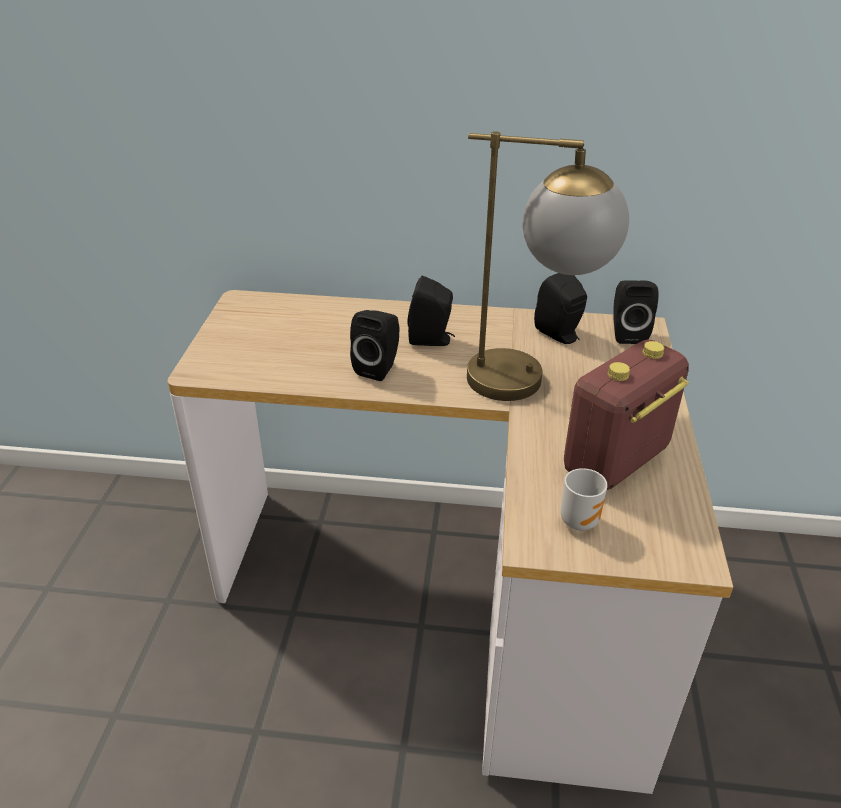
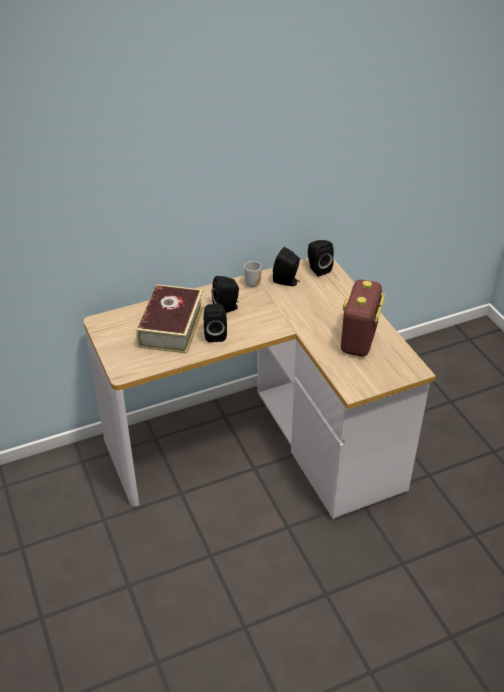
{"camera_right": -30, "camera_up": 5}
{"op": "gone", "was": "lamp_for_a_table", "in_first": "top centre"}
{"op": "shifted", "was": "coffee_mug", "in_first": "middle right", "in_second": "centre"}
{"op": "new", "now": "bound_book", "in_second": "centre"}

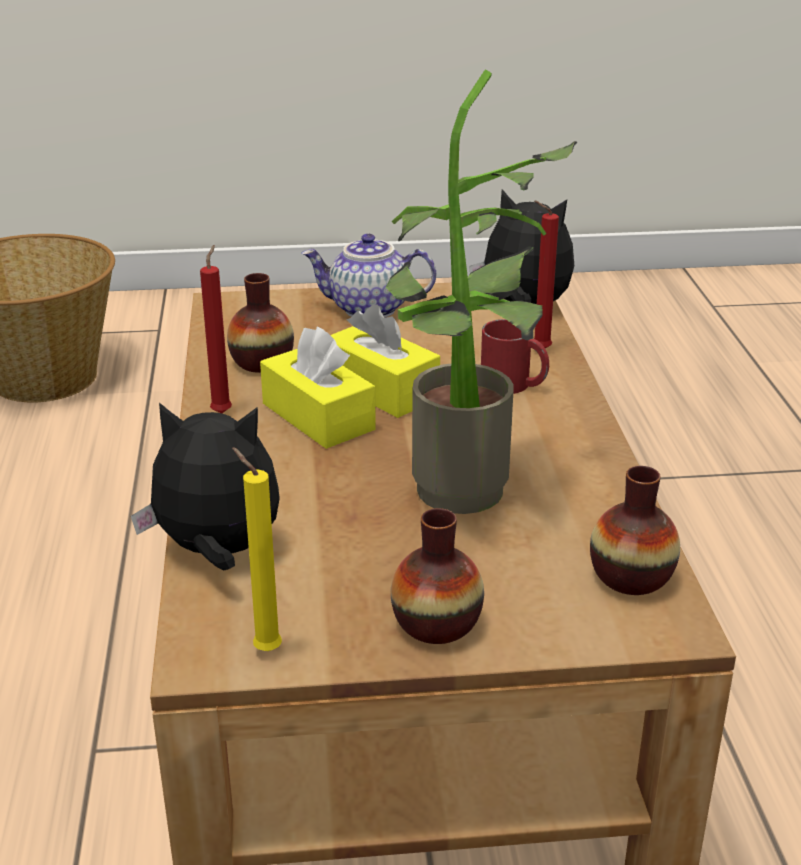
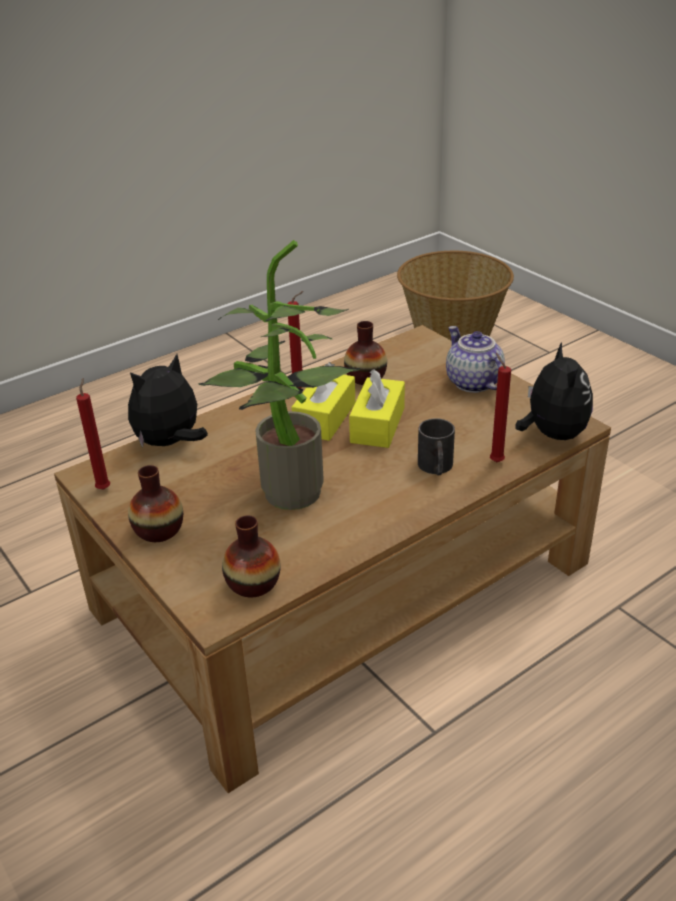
{"camera_right": 60, "camera_up": 5}
{"op": "rotated", "was": "plush_toy (no. 1 from left)", "in_first": "middle left", "in_second": "middle left", "clockwise": -105}
{"op": "repainted", "was": "yellow-coloured_wax_candle", "now": "red-coloured_wax_candle (no. 1 from left)", "in_first": "middle left", "in_second": "middle left"}
{"op": "repainted", "was": "red-coloured_coffee_mug", "now": "black_coffee_mug", "in_first": "centre", "in_second": "centre"}

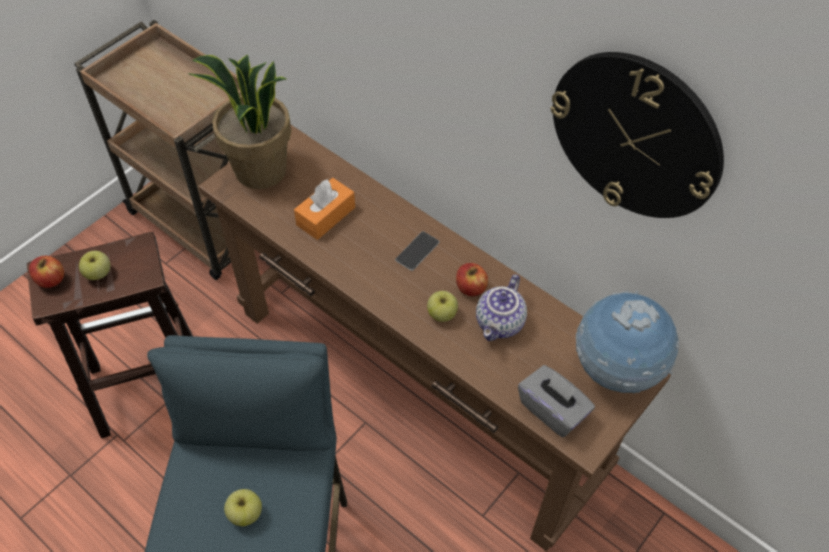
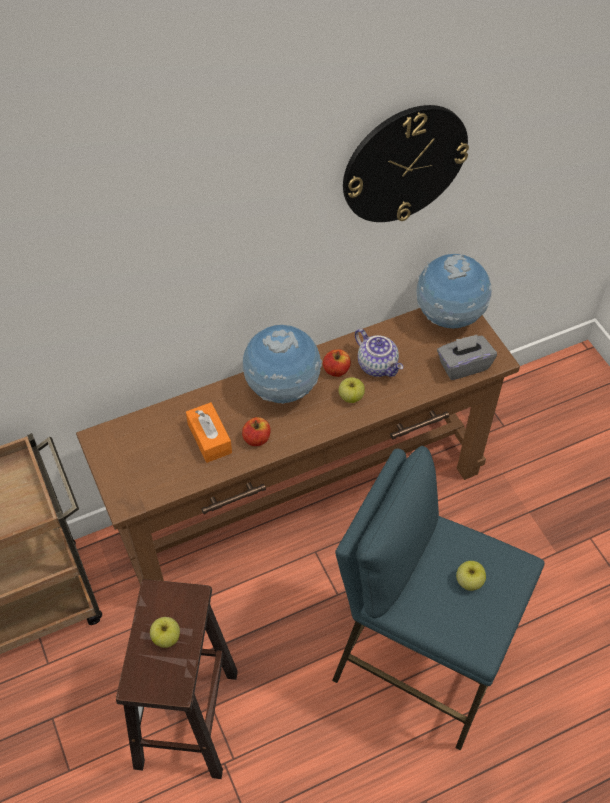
{"camera_right": -65, "camera_up": 0}
{"op": "shifted", "was": "apple (no. 1 from left in the first image)", "now": "apple (no. 2 from left)", "in_first": "middle left", "in_second": "centre"}
{"op": "gone", "was": "plant_in_a_pot", "in_first": "top left"}
{"op": "swapped", "was": "telephone", "now": "desk_globe (no. 1 from left)", "in_first": "centre", "in_second": "centre"}

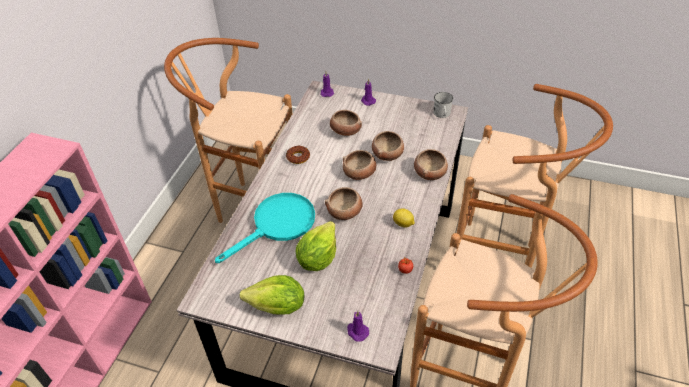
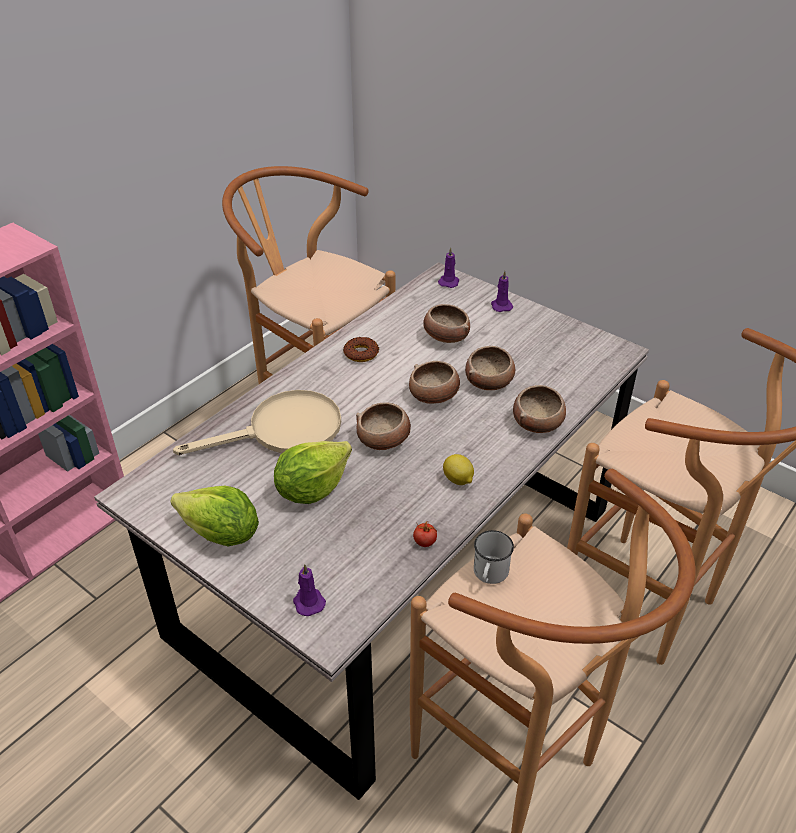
{"camera_right": 20, "camera_up": -5}
{"op": "repainted", "was": "blue-green_frying_pan", "now": "beige-coloured_frying_pan", "in_first": "centre", "in_second": "middle left"}
{"op": "shifted", "was": "whitish_coffee_mug", "in_first": "top centre", "in_second": "bottom centre"}

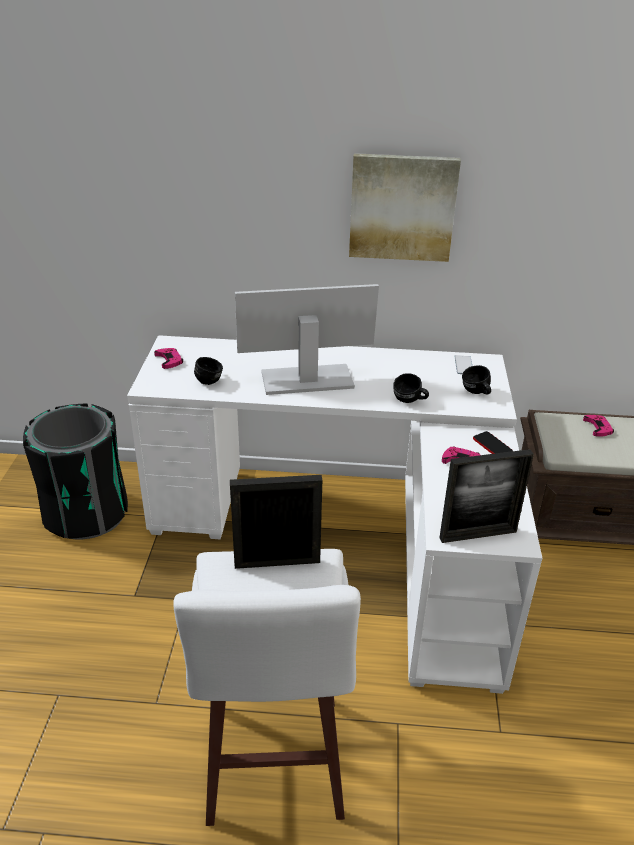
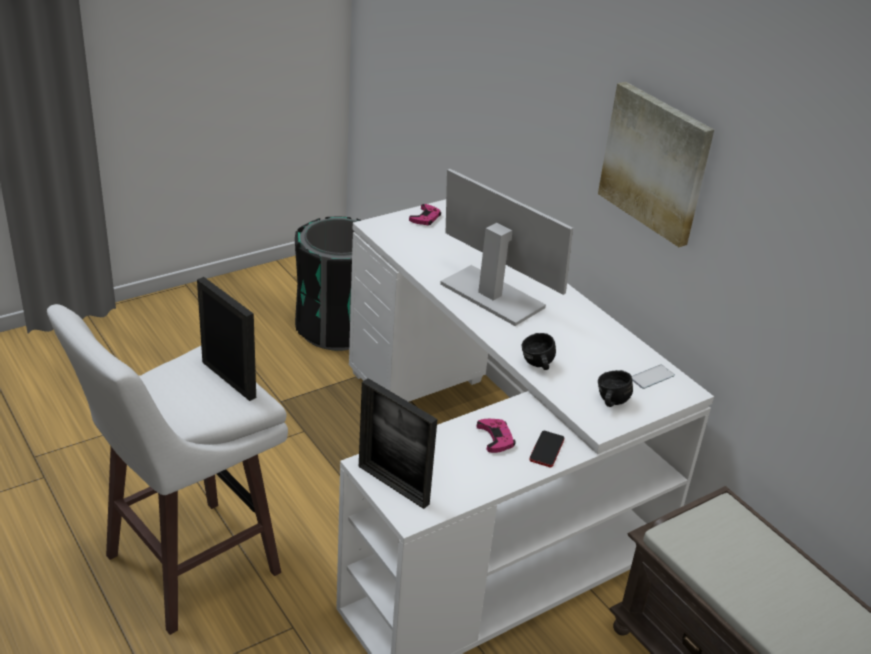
{"camera_right": 50, "camera_up": 0}
{"op": "gone", "was": "black_coffee_mug (no. 1 from left)", "in_first": "middle left"}
{"op": "gone", "was": "pink_joypad (no. 3 from left)", "in_first": "middle right"}

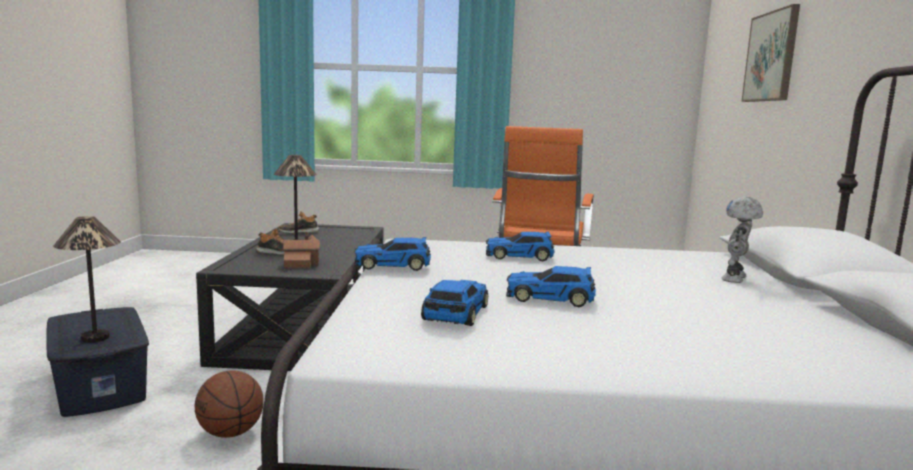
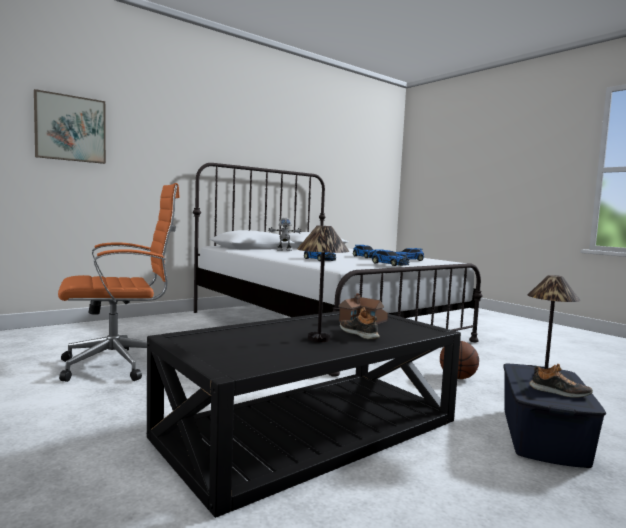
{"camera_right": -130, "camera_up": -5}
{"op": "shifted", "was": "shoe (no. 2 from left)", "in_first": "middle left", "in_second": "bottom right"}

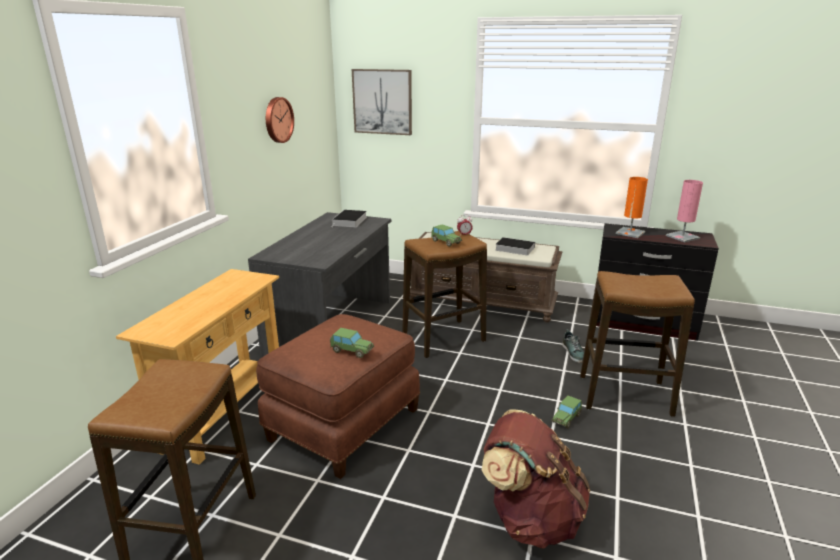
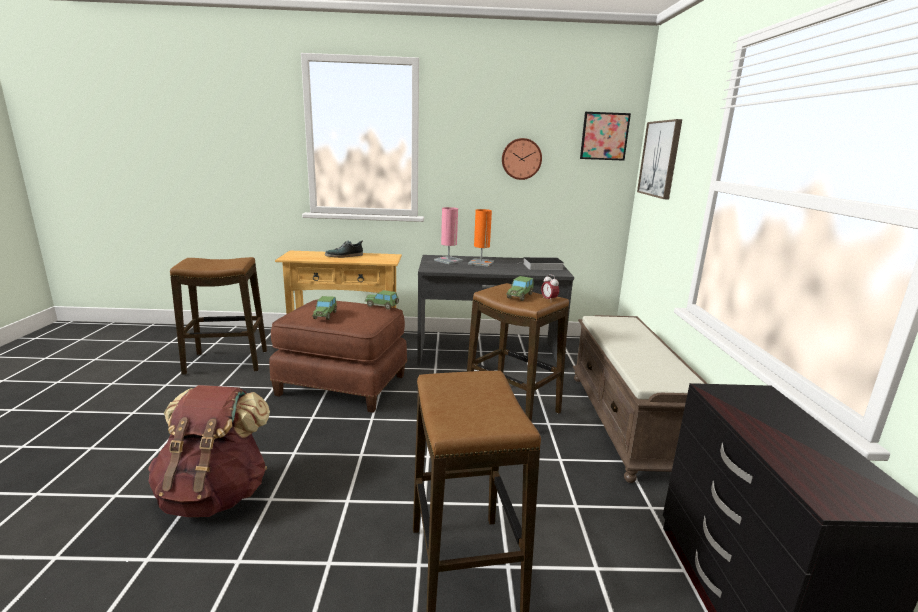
{"camera_right": 70, "camera_up": -5}
{"op": "gone", "was": "bound_book (no. 2 from left)", "in_first": "centre"}
{"op": "shifted", "was": "toy_car (no. 3 from left in the first image)", "now": "toy_car (no. 2 from left)", "in_first": "bottom right", "in_second": "centre"}
{"op": "shifted", "was": "shoe", "in_first": "middle right", "in_second": "centre"}
{"op": "shifted", "was": "orange-coloured_lamp_for_a_table", "in_first": "middle right", "in_second": "centre"}
{"op": "shifted", "was": "pink_lamp_for_a_table", "in_first": "middle right", "in_second": "centre"}
{"op": "new", "now": "picture (no. 1 from left)", "in_second": "top centre"}

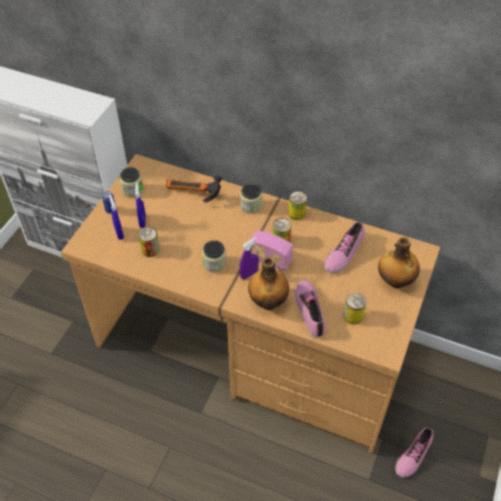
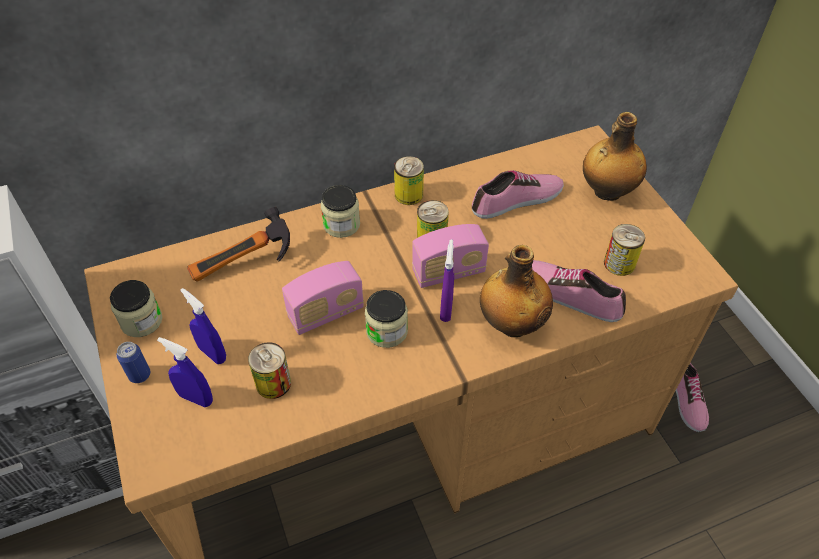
{"camera_right": -45, "camera_up": 0}
{"op": "rotated", "was": "shoe (no. 2 from left in the first image)", "in_first": "middle right", "in_second": "centre", "clockwise": -105}
{"op": "new", "now": "radio (no. 1 from left)", "in_second": "centre"}

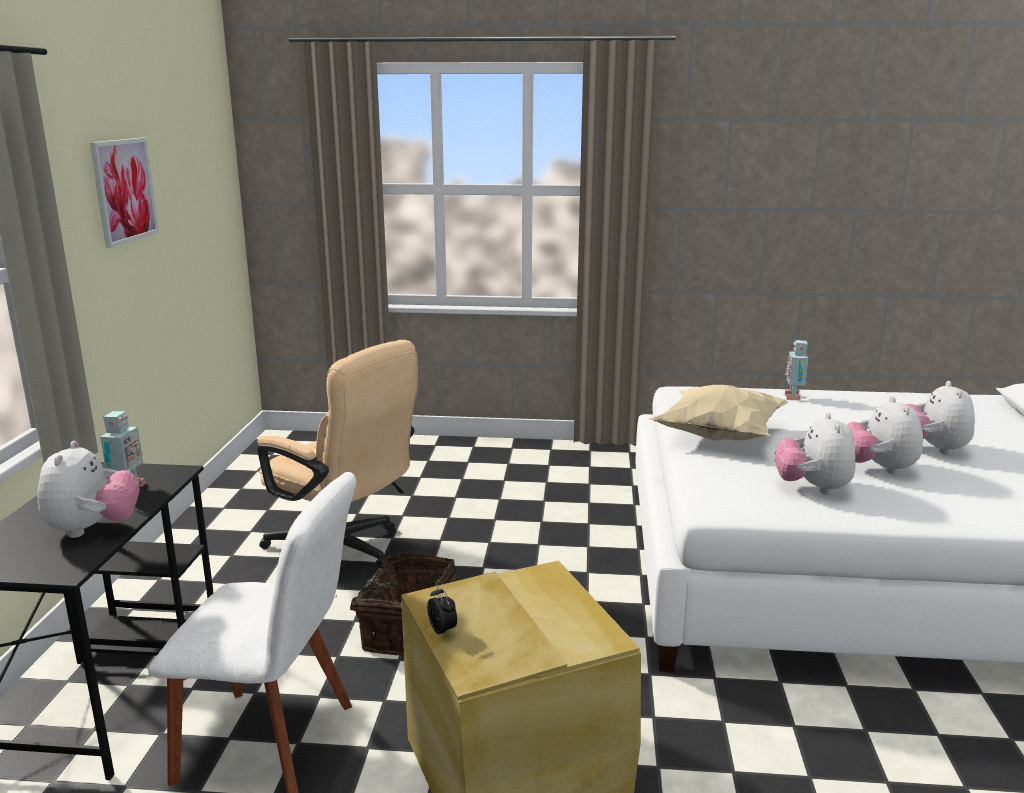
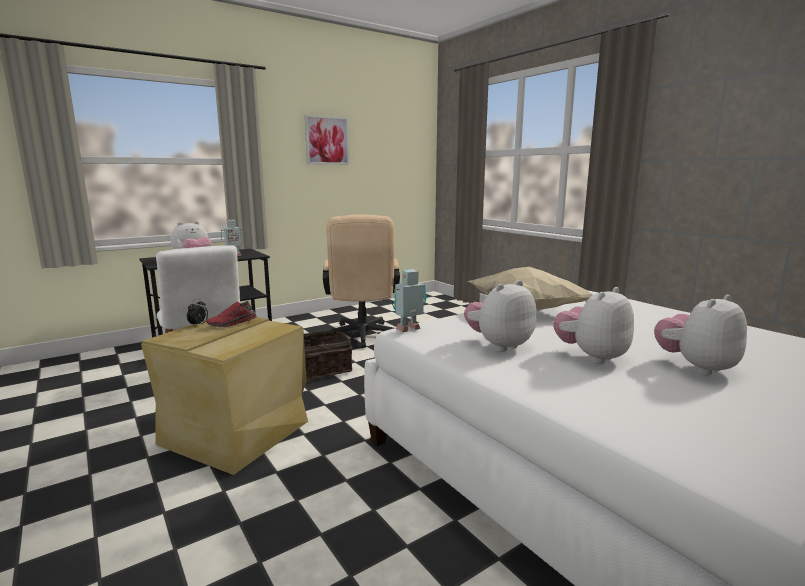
{"camera_right": 50, "camera_up": -5}
{"op": "shifted", "was": "model_robot (no. 2 from left)", "in_first": "middle right", "in_second": "centre"}
{"op": "new", "now": "red-coloured_shoe", "in_second": "middle left"}

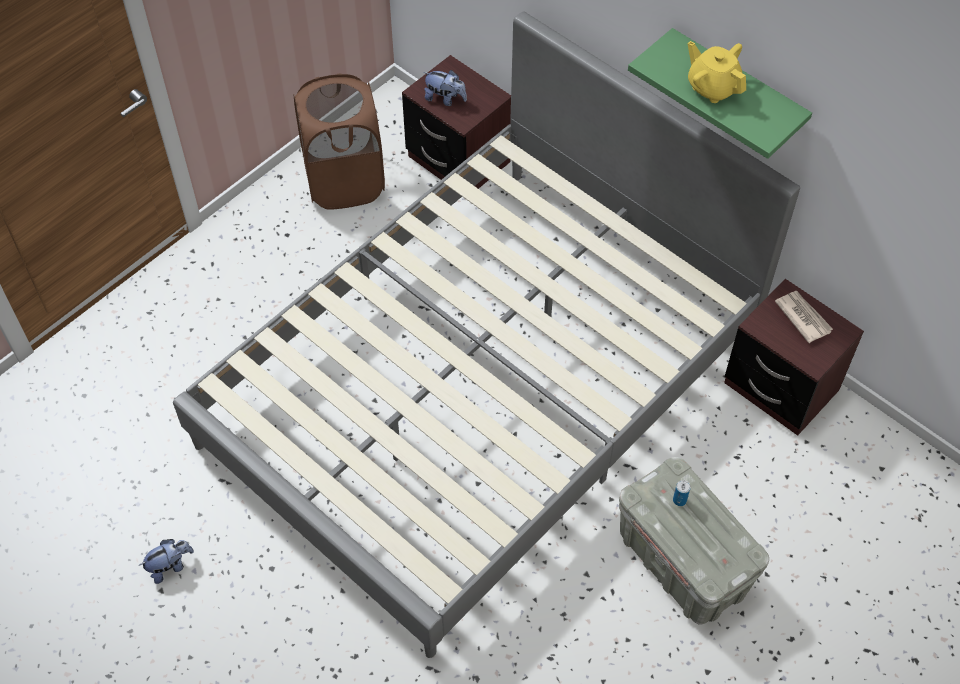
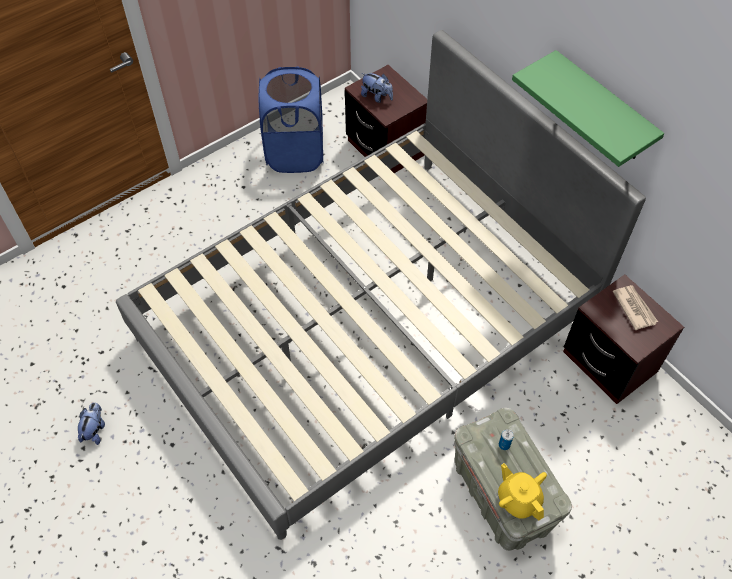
{"camera_right": 10, "camera_up": 0}
{"op": "rotated", "was": "plush_toy (no. 1 from left)", "in_first": "bottom left", "in_second": "bottom left", "clockwise": -60}
{"op": "repainted", "was": "brown-coloured_washing_basket", "now": "blue_washing_basket", "in_first": "top centre", "in_second": "top centre"}
{"op": "shifted", "was": "yellow-coloured_tea_pot", "in_first": "top right", "in_second": "bottom right"}

